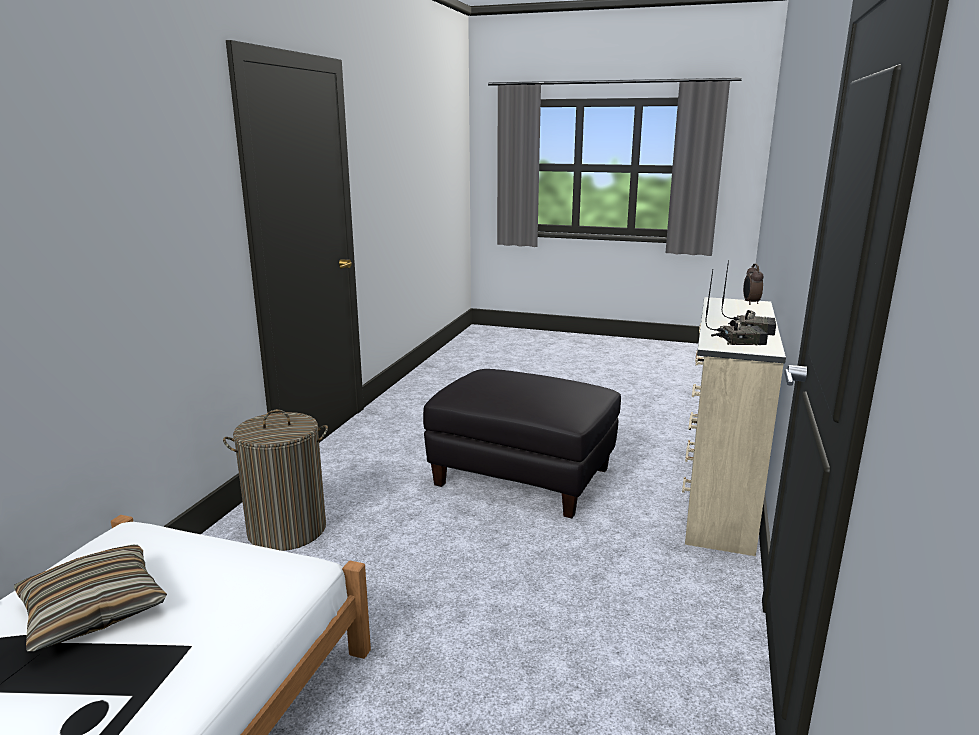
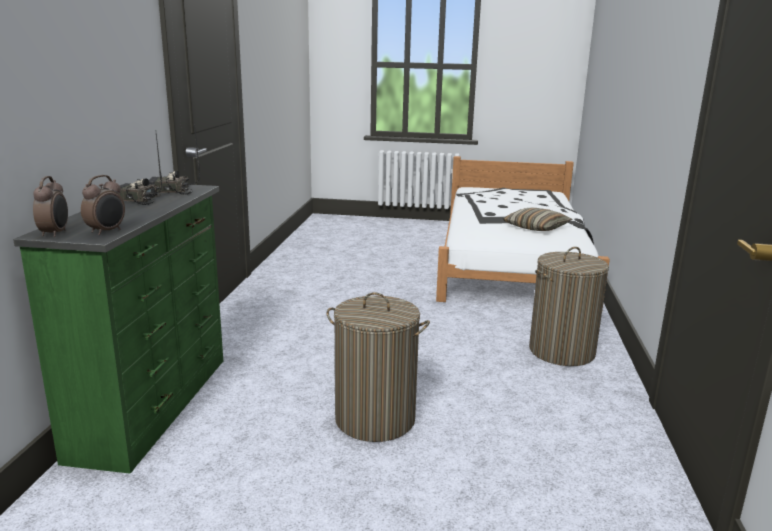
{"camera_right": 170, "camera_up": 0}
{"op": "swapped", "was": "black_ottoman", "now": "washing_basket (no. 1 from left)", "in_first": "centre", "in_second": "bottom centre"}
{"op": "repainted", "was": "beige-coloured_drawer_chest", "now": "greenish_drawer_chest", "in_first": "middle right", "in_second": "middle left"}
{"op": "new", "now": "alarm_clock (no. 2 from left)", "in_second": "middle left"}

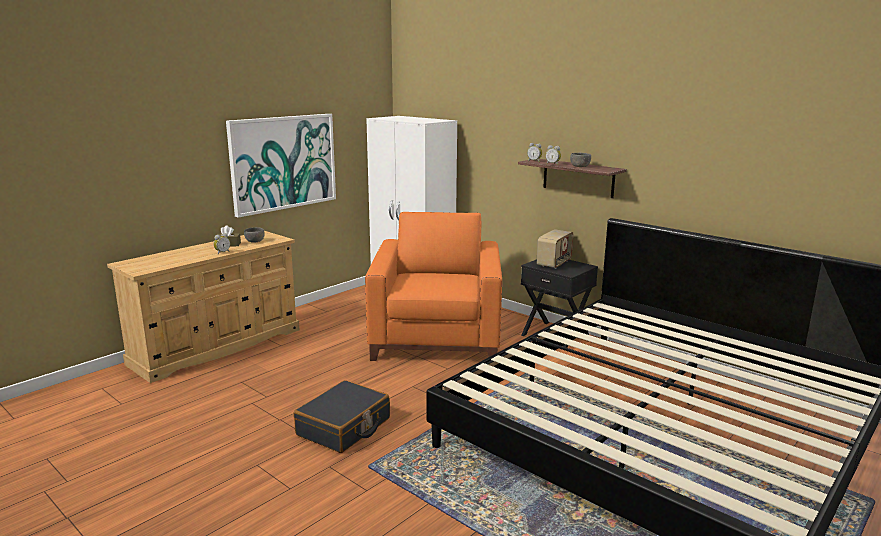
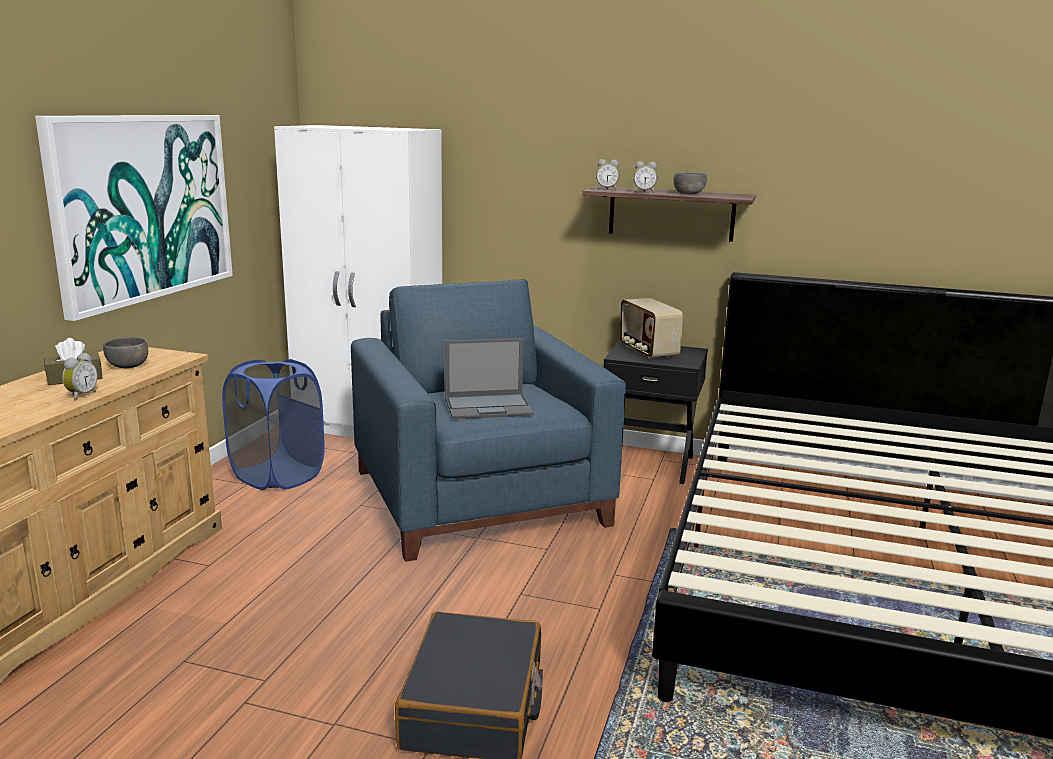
{"camera_right": -25, "camera_up": 0}
{"op": "repainted", "was": "orange-coloured_lounge_chair", "now": "blue_lounge_chair", "in_first": "centre", "in_second": "centre"}
{"op": "rotated", "was": "radio", "in_first": "centre", "in_second": "centre", "clockwise": 150}
{"op": "new", "now": "blue_washing_basket", "in_second": "middle left"}
{"op": "new", "now": "laptop", "in_second": "centre"}

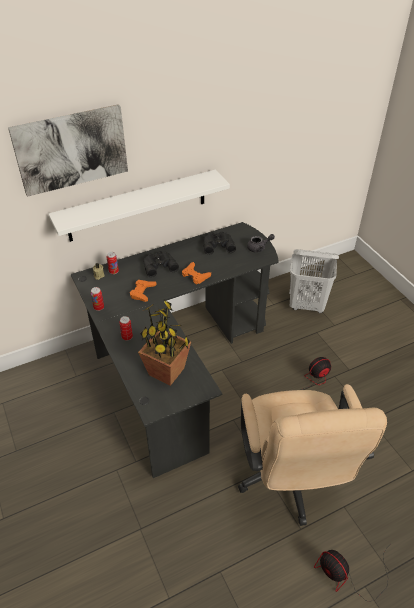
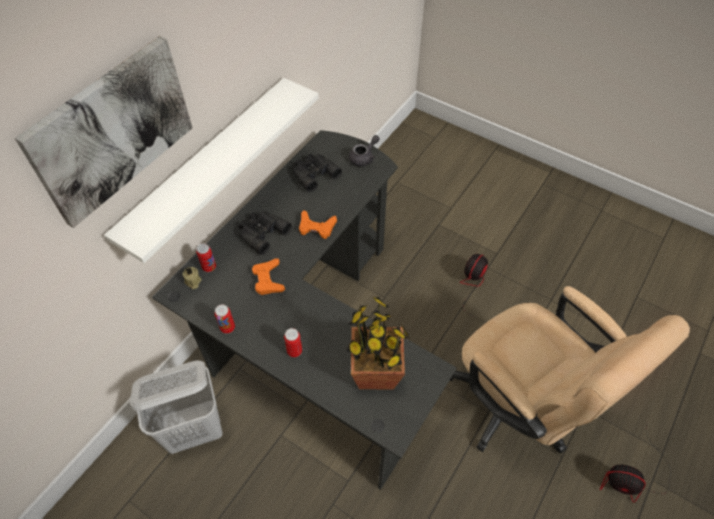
{"camera_right": -30, "camera_up": 10}
{"op": "shifted", "was": "whitish_washing_basket", "in_first": "middle right", "in_second": "bottom left"}

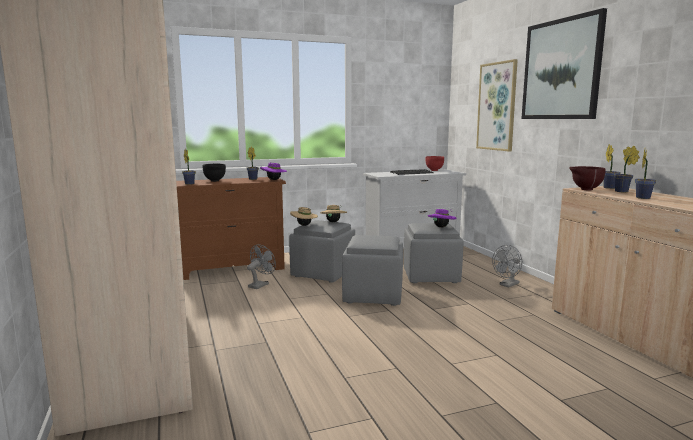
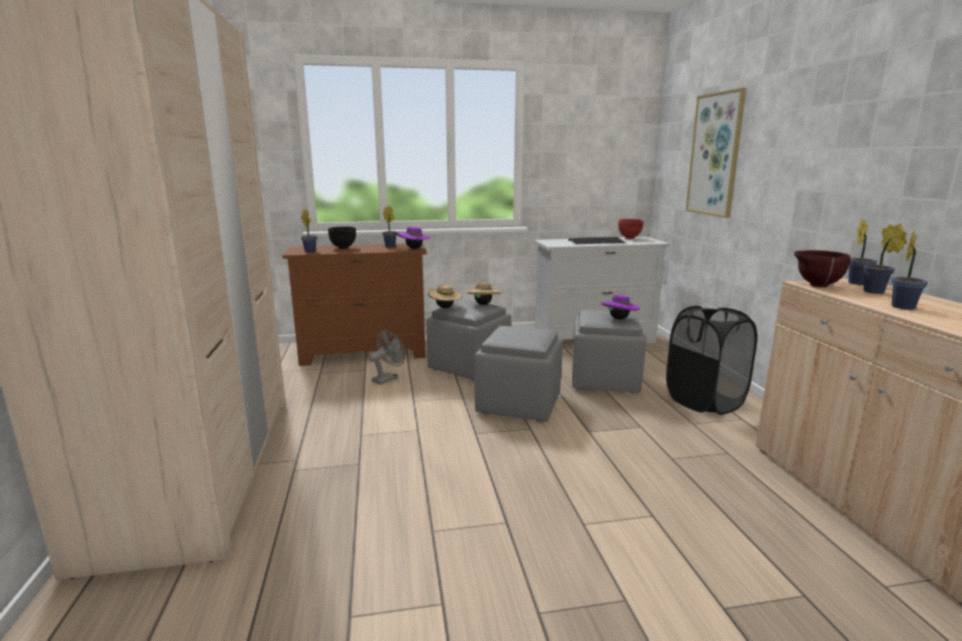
{"camera_right": 10, "camera_up": 5}
{"op": "swapped", "was": "greyish_fan (no. 2 from left)", "now": "black_washing_basket", "in_first": "middle right", "in_second": "middle right"}
{"op": "gone", "was": "picture (no. 2 from left)", "in_first": "top right"}

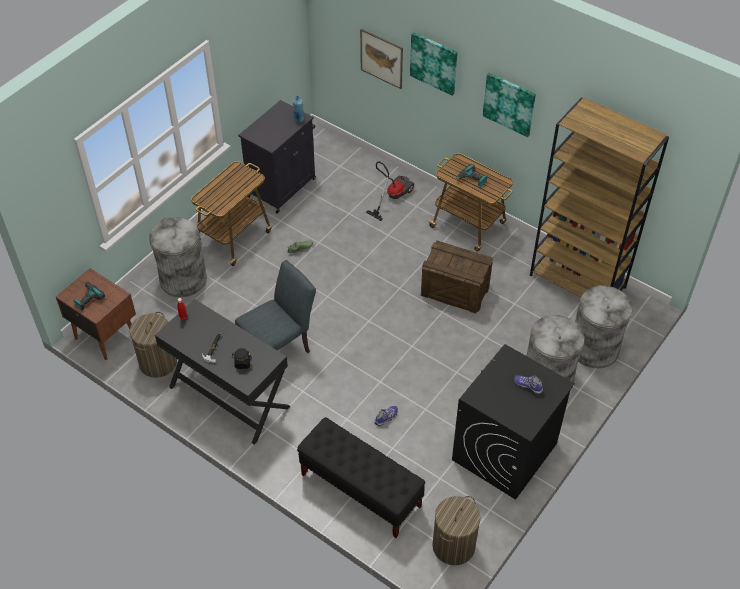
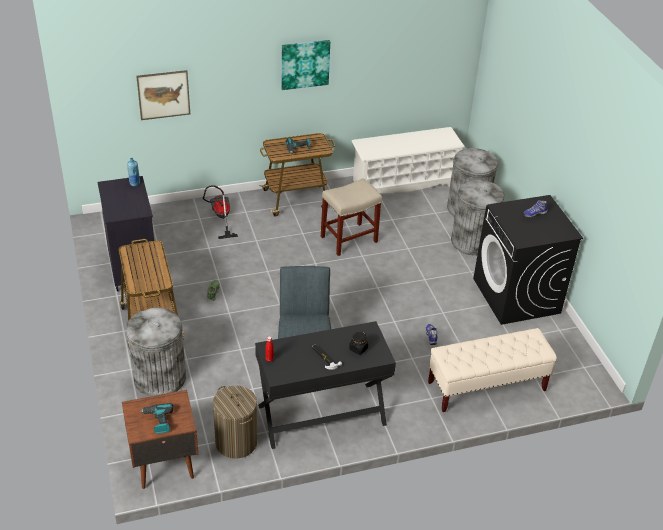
{"camera_right": -55, "camera_up": -10}
{"op": "repainted", "was": "black_long_seat", "now": "beige-coloured_long_seat", "in_first": "bottom centre", "in_second": "bottom right"}
{"op": "gone", "was": "picture (no. 2 from left)", "in_first": "top centre"}
{"op": "swapped", "was": "shipping_crate", "now": "beige-coloured_sitting_stool", "in_first": "centre", "in_second": "centre"}
{"op": "gone", "was": "washing_basket (no. 2 from left)", "in_first": "bottom centre"}
{"op": "swapped", "was": "brown-coloured_bookcase", "now": "whitish_shoe_shelf", "in_first": "middle right", "in_second": "top centre"}

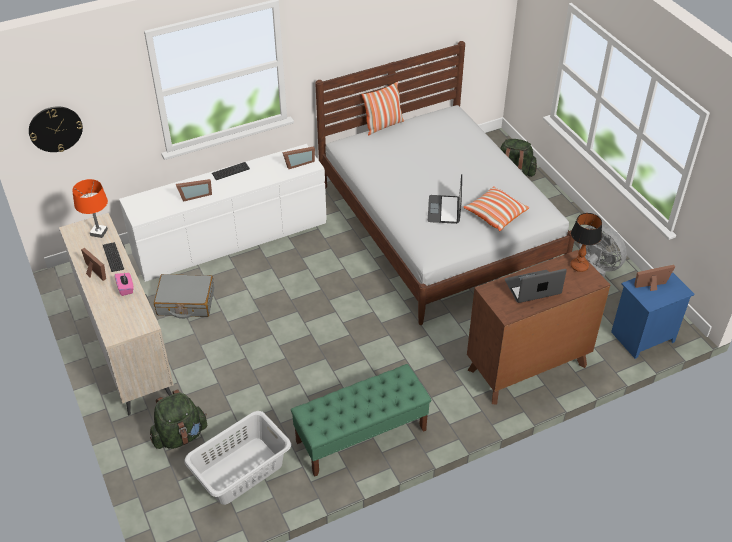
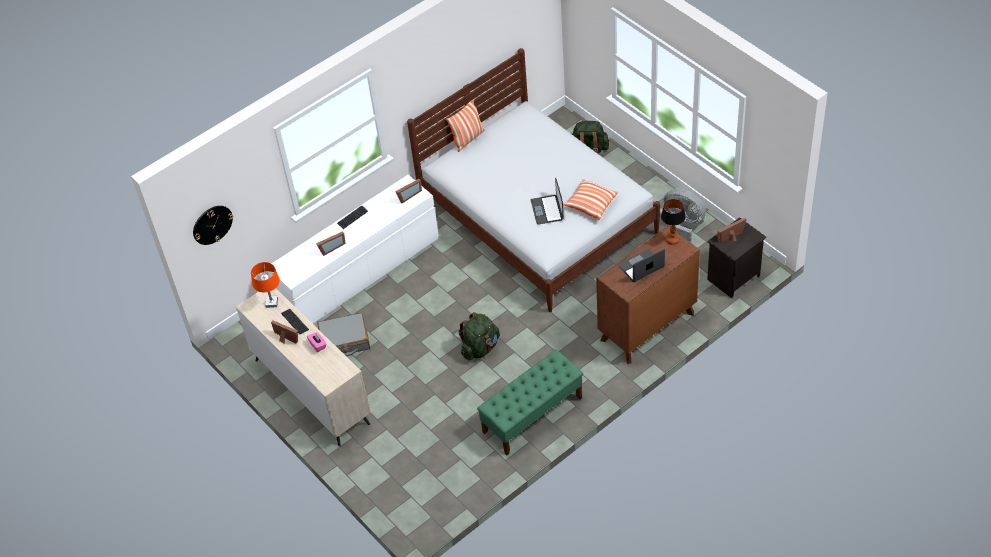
{"camera_right": -10, "camera_up": 5}
{"op": "shifted", "was": "greenish_backpack (no. 1 from left)", "in_first": "bottom left", "in_second": "centre"}
{"op": "gone", "was": "greyish_washing_basket", "in_first": "bottom left"}
{"op": "repainted", "was": "blue_nightstand", "now": "black_nightstand", "in_first": "middle right", "in_second": "middle right"}

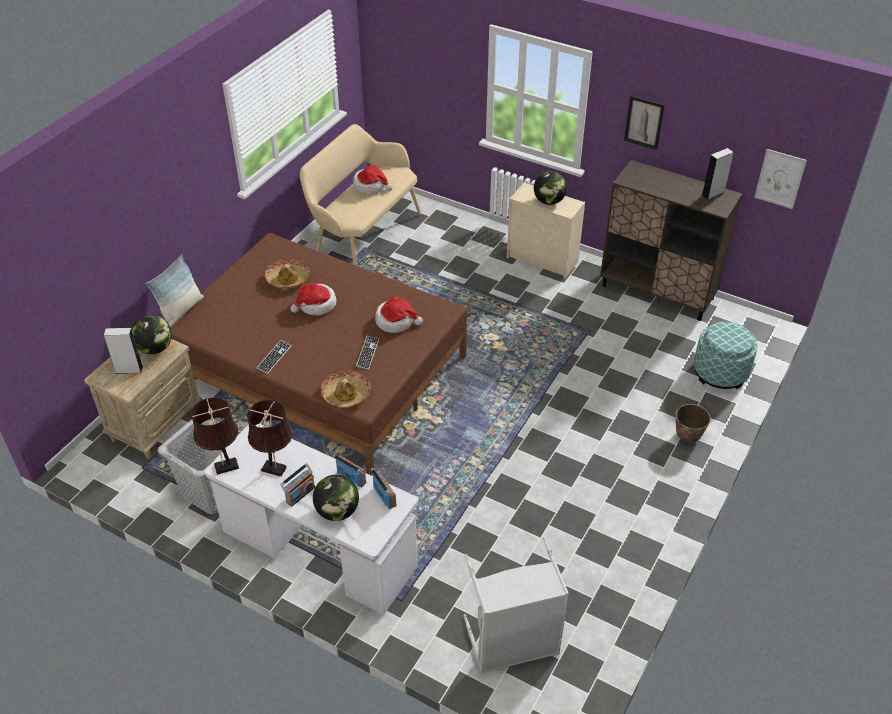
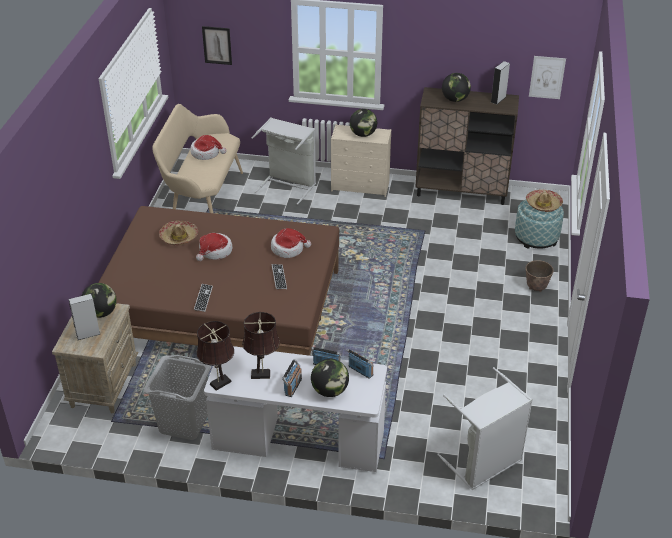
{"camera_right": -20, "camera_up": -5}
{"op": "gone", "was": "cushion", "in_first": "middle left"}
{"op": "shifted", "was": "clothing_hat (no. 3 from left in the first image)", "now": "clothing_hat (no. 5 from left)", "in_first": "centre", "in_second": "middle right"}
{"op": "shifted", "was": "picture (no. 1 from left)", "in_first": "top right", "in_second": "top left"}
{"op": "new", "now": "greyish_washing_basket (no. 2 from left)", "in_second": "top centre"}
{"op": "new", "now": "desk_globe (no. 4 from left)", "in_second": "top right"}

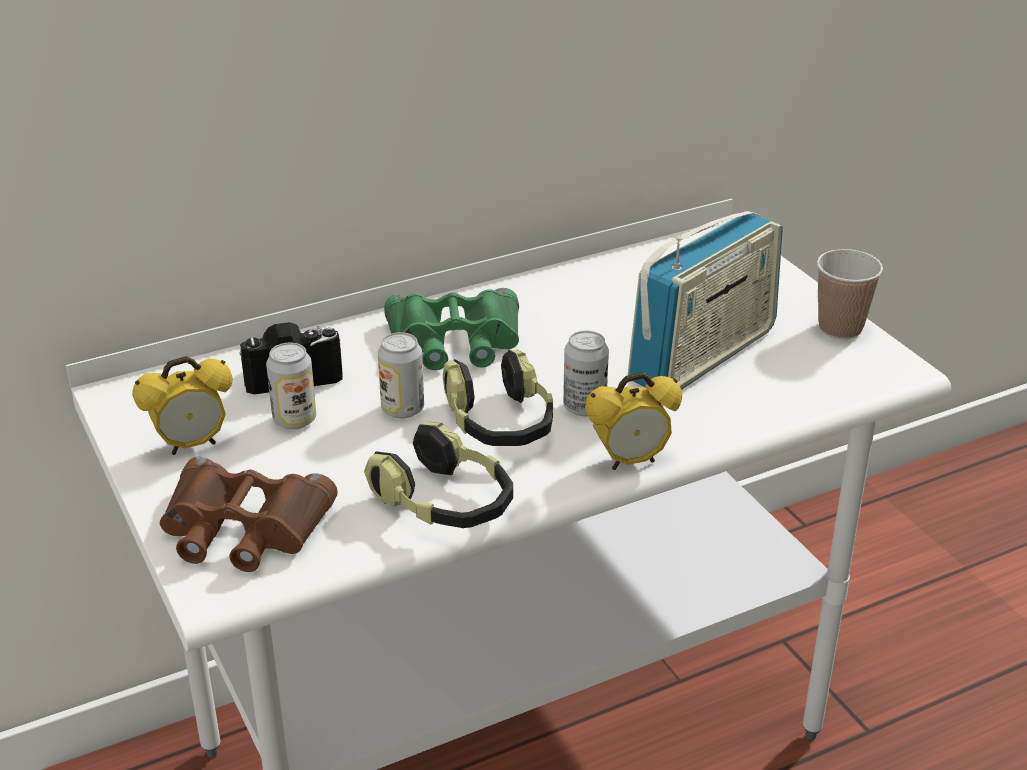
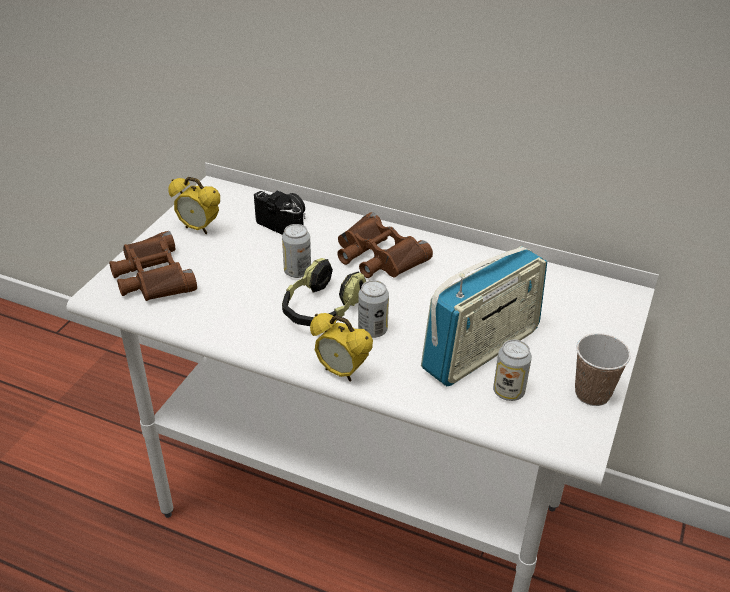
{"camera_right": 50, "camera_up": 5}
{"op": "shifted", "was": "sealed_can (no. 1 from left in the first image)", "now": "sealed_can (no. 3 from left)", "in_first": "middle left", "in_second": "middle right"}
{"op": "gone", "was": "headset (no. 1 from left)", "in_first": "centre"}
{"op": "repainted", "was": "greenish_field_glasses", "now": "brown-coloured_field_glasses (no. 2 from left)", "in_first": "centre", "in_second": "centre"}
{"op": "rotated", "was": "radio", "in_first": "middle right", "in_second": "centre", "clockwise": -45}

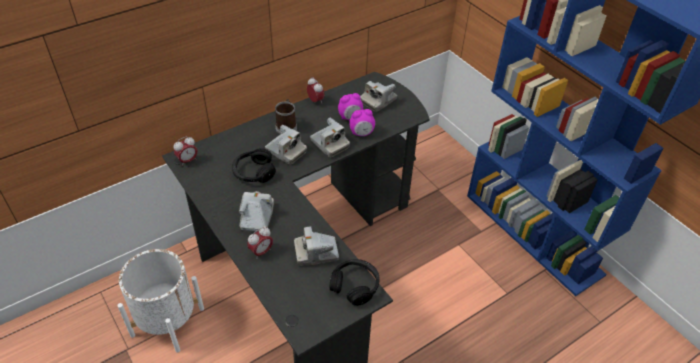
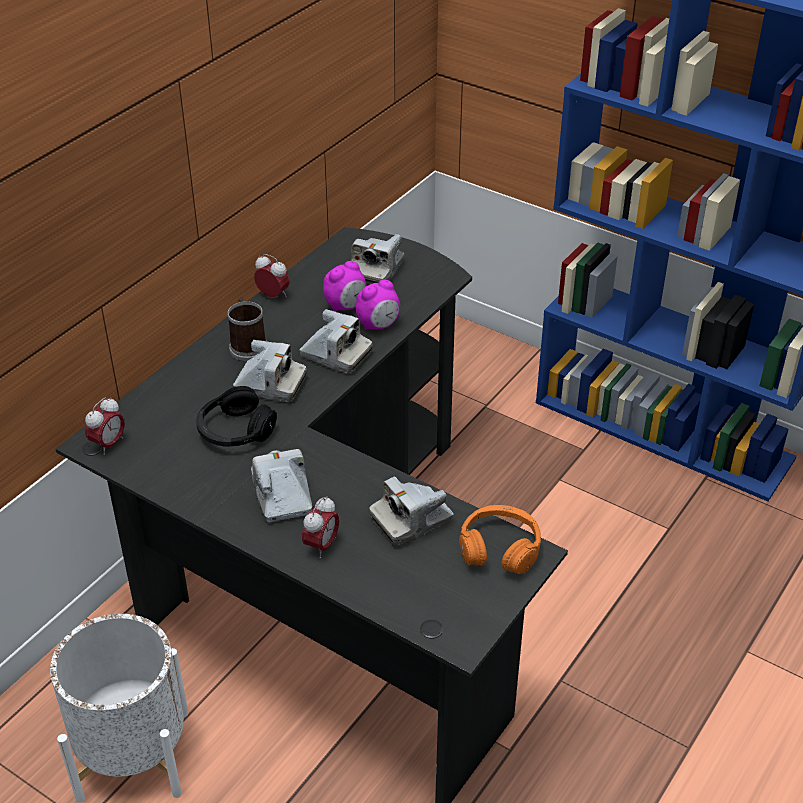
{"camera_right": -20, "camera_up": -5}
{"op": "repainted", "was": "black_headset (no. 2 from left)", "now": "orange-coloured_headset", "in_first": "bottom centre", "in_second": "bottom centre"}

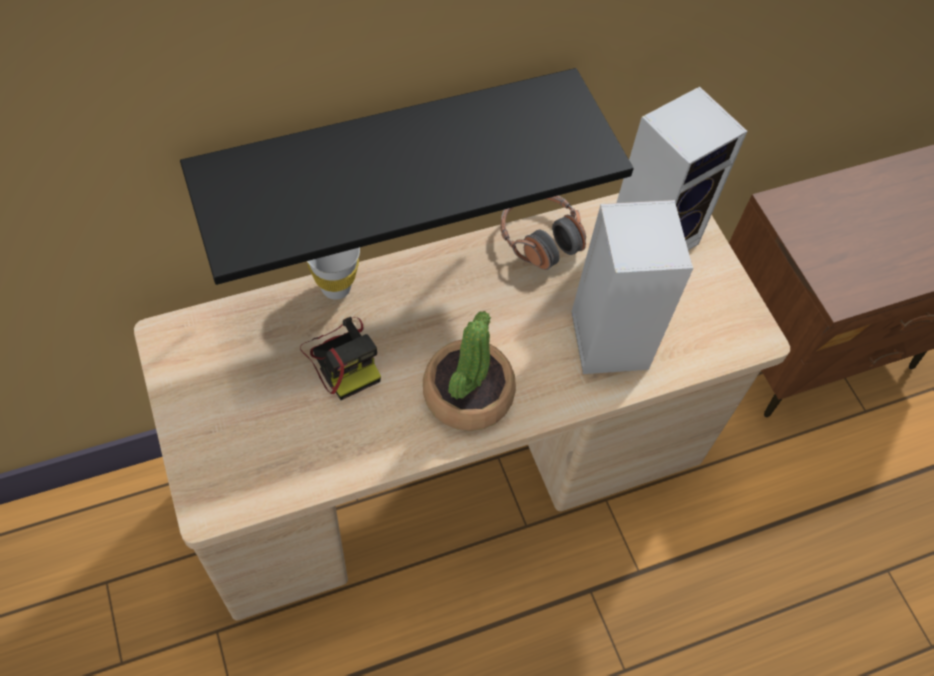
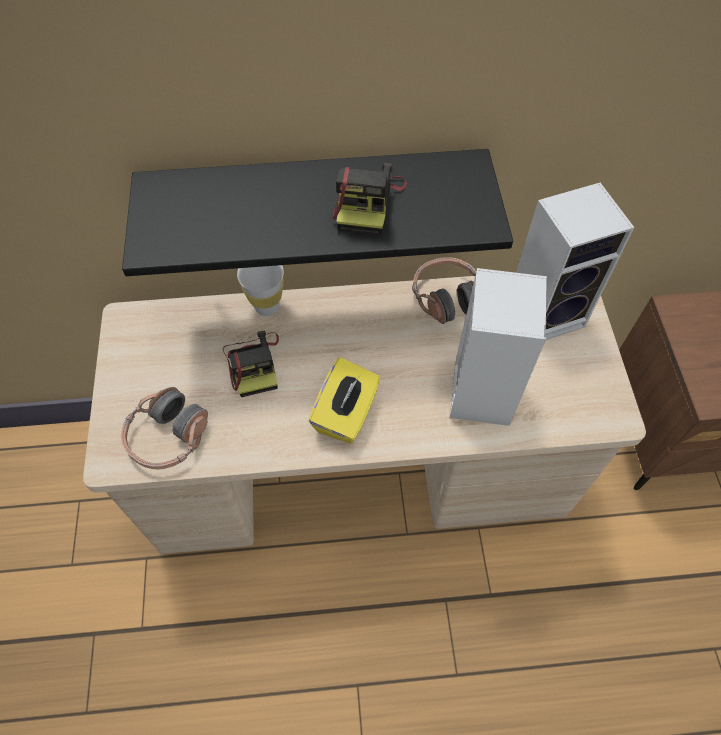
{"camera_right": 20, "camera_up": 0}
{"op": "swapped", "was": "plant_in_a_pot", "now": "yellow-coloured_box_of_tissues", "in_first": "centre", "in_second": "centre"}
{"op": "new", "now": "headset (no. 1 from left)", "in_second": "middle left"}
{"op": "new", "now": "photo_camera (no. 2 from left)", "in_second": "top centre"}

